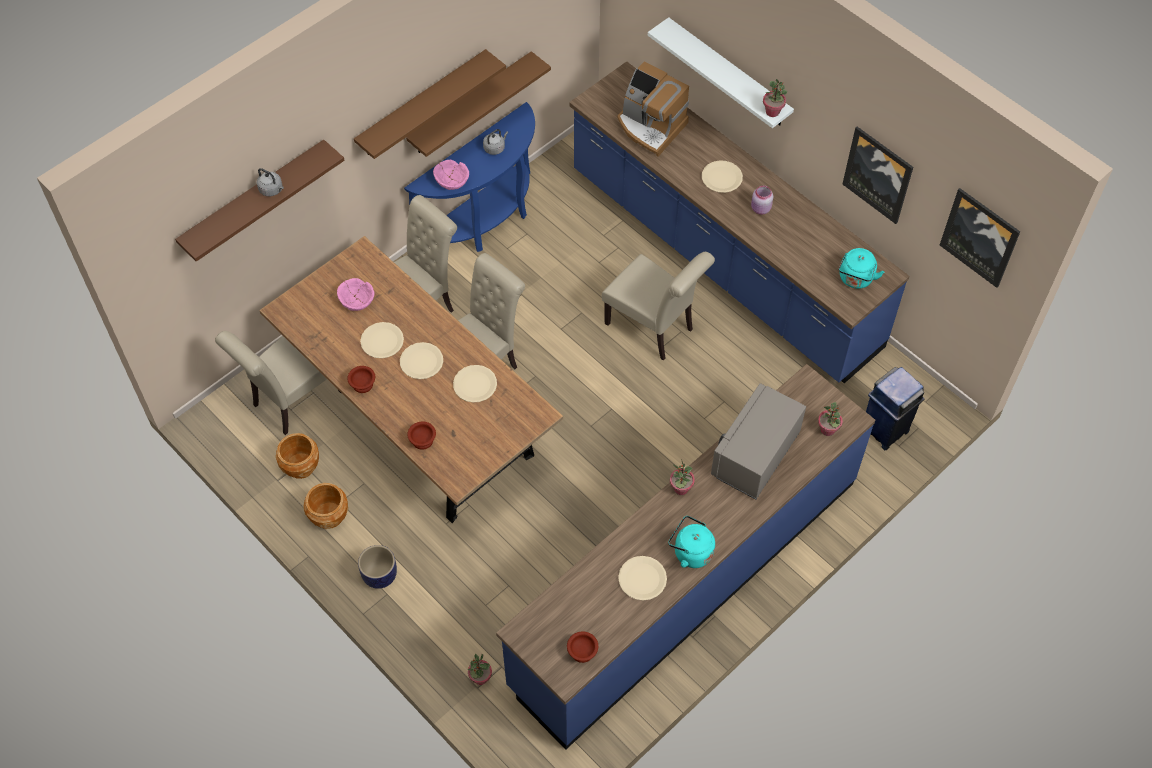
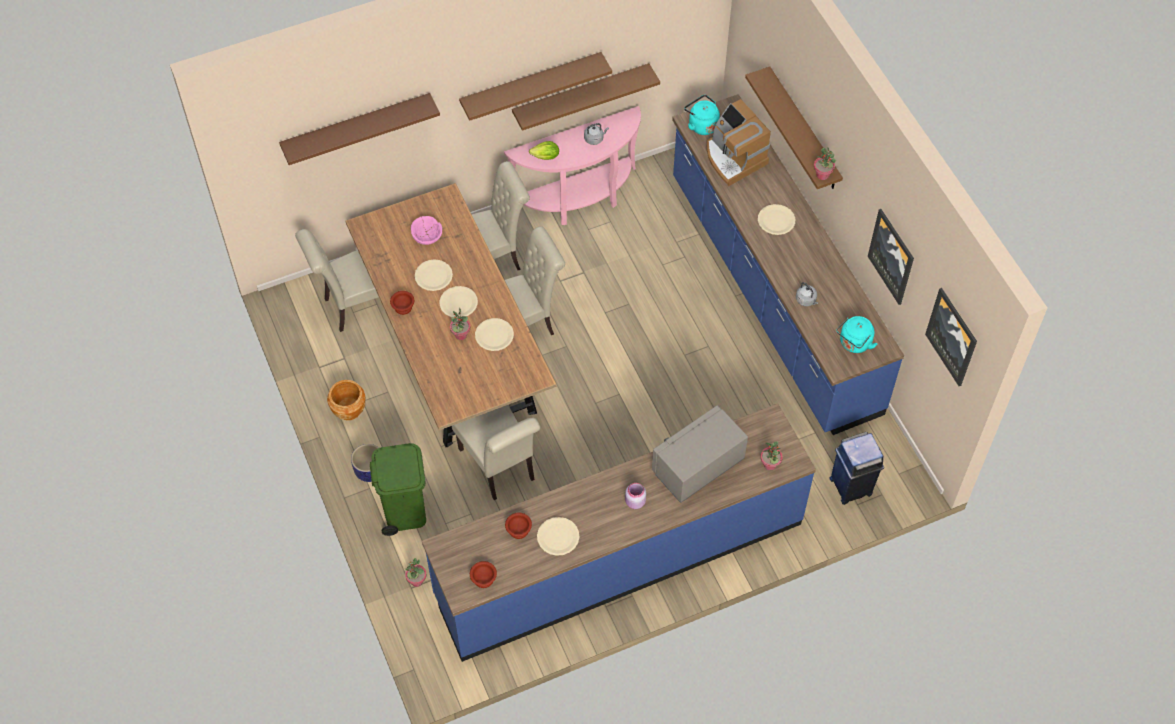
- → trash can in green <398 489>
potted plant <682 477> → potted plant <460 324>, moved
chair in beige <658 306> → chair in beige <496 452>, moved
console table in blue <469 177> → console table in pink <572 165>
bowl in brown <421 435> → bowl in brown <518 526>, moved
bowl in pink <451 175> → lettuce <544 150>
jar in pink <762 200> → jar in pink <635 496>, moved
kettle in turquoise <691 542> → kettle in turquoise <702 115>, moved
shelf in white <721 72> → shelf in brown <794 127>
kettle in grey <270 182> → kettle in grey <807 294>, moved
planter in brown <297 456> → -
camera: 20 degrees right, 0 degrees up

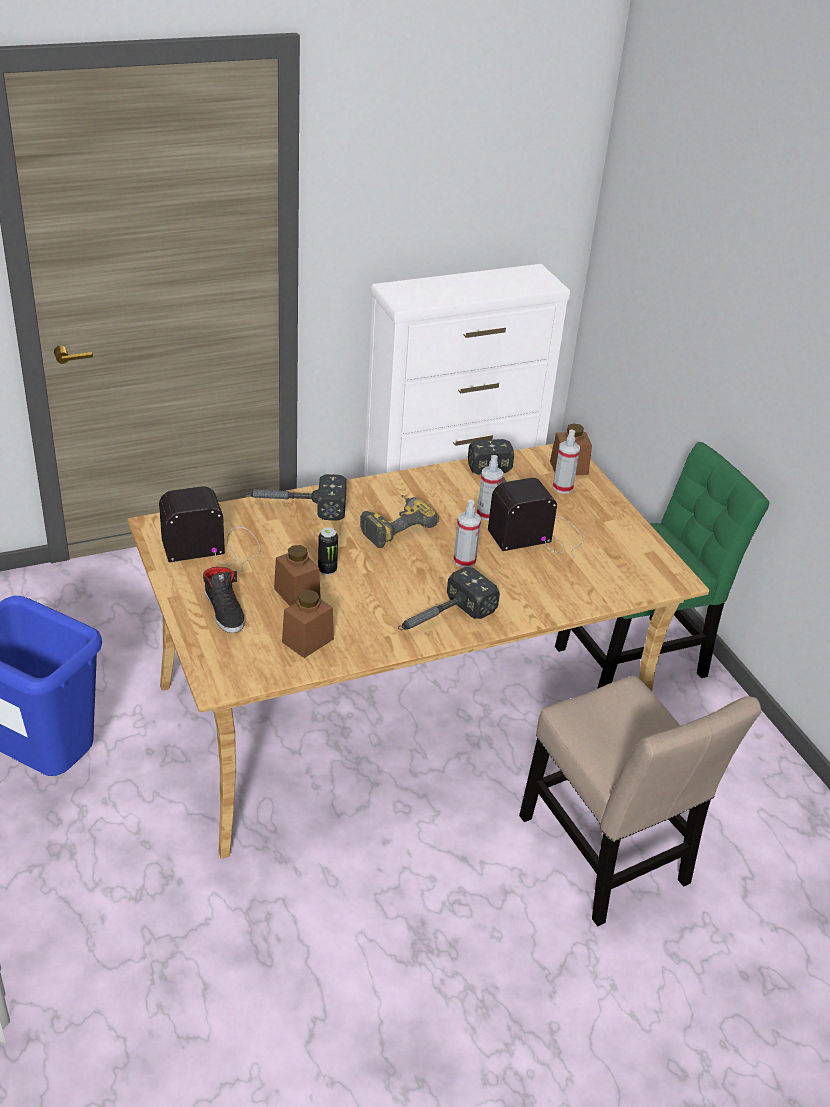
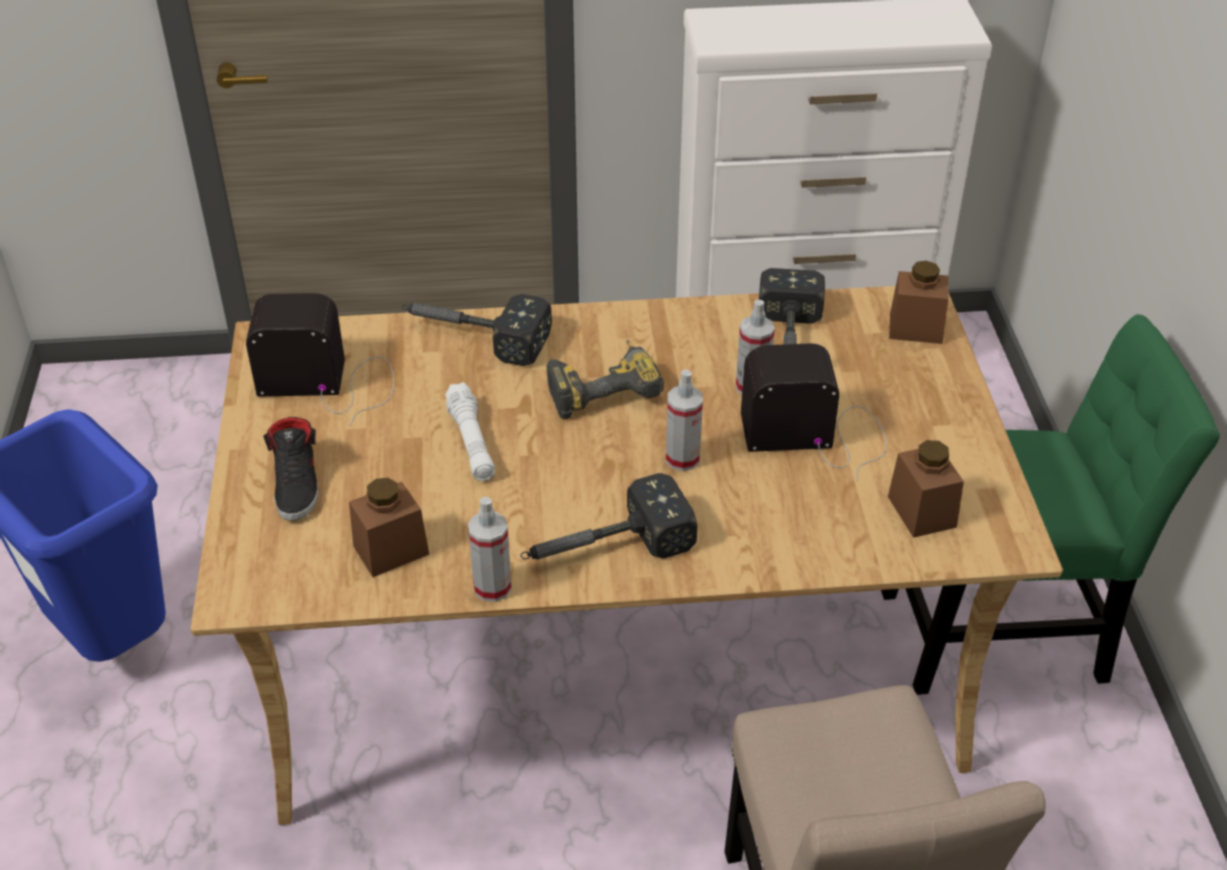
can <328 551> → flashlight in white <470 431>
spray bottle <566 462> → spray bottle <490 549>, moved
jar in brown <297 575> → jar in brown <926 489>, moved
camera: 20 degrees right, 5 degrees up

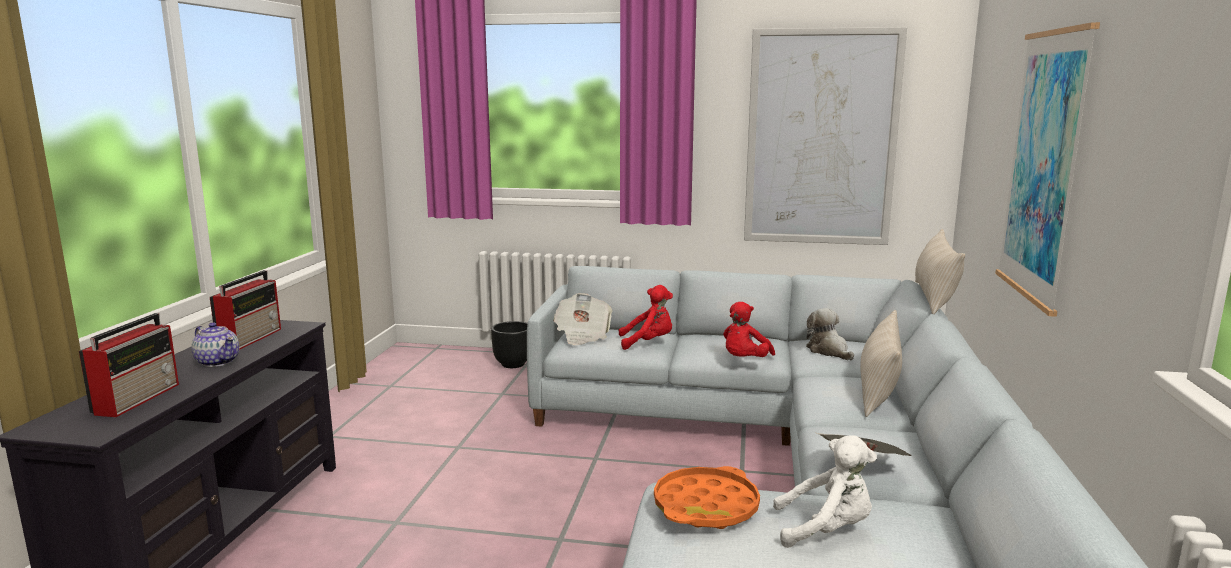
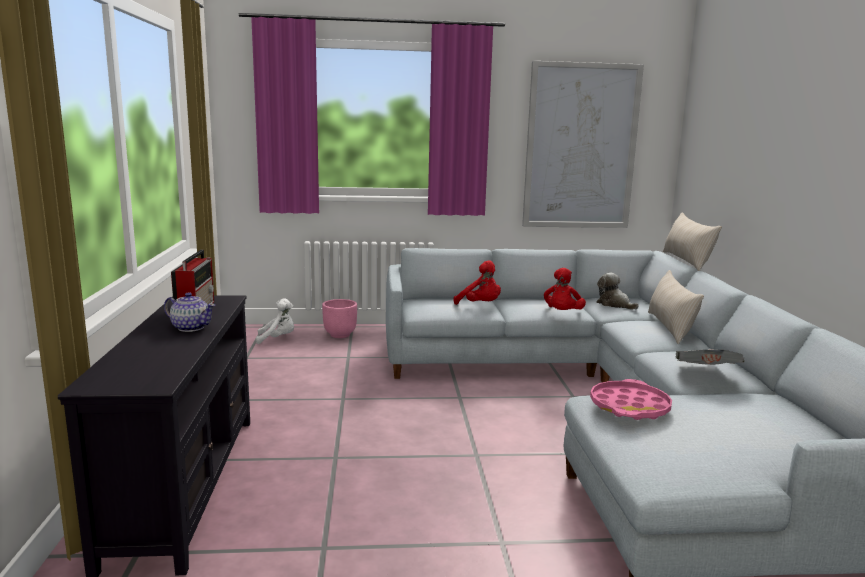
plush toy in white <824 491> → plush toy in white <275 321>, moved
planter in black <509 344> → planter in pink <339 318>
plush toy in red <646 317> → plush toy in red <477 282>, 60 degrees clockwise
tray in orange <707 497> → tray in pink <631 399>
radio <129 365> → -
newspaper <583 319> → -
picture <1047 169> → -
camera: 15 degrees left, 0 degrees up

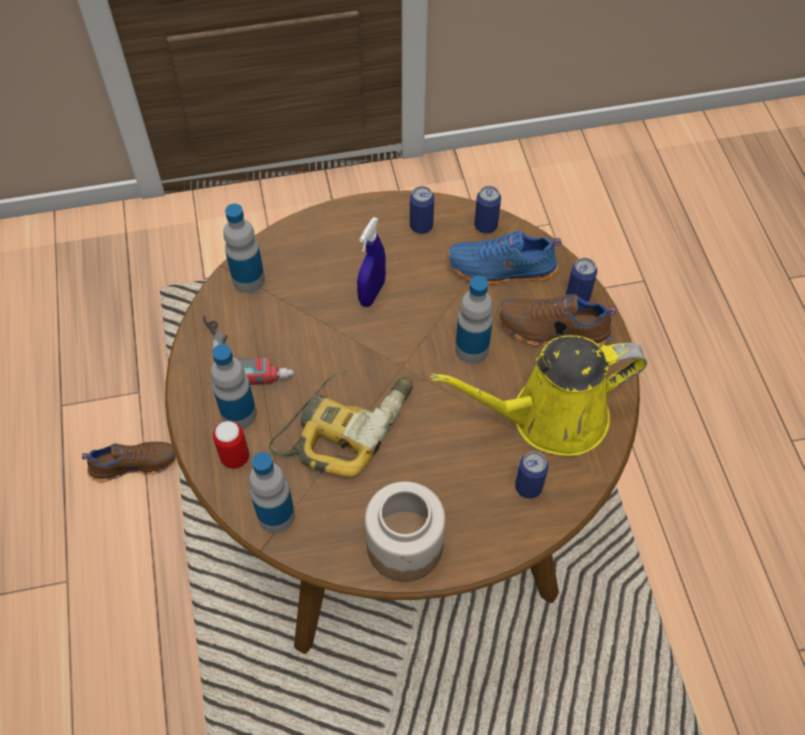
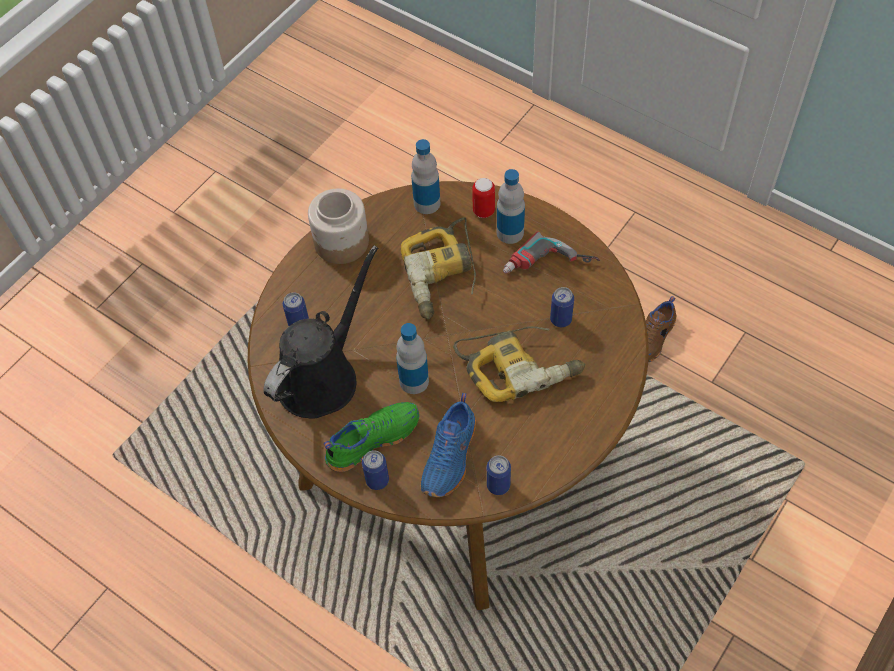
watering can in yellow <539 395> → watering can in black <320 332>
shoe in brown <557 320> → shoe in green <371 437>
shoe in blue <504 258> → shoe in blue <448 445>, 150 degrees clockwise
spray bottle in blue <371 262> → power drill <519 364>
can <422 210> → can <562 307>, moved
bottle <244 248> → -
camera: 140 degrees right, 0 degrees up

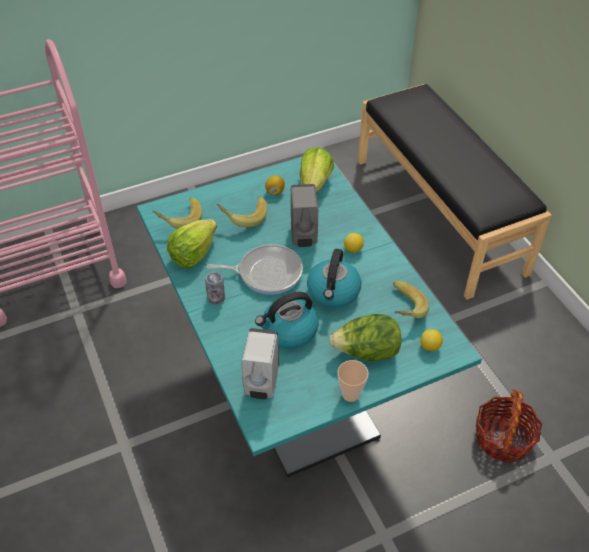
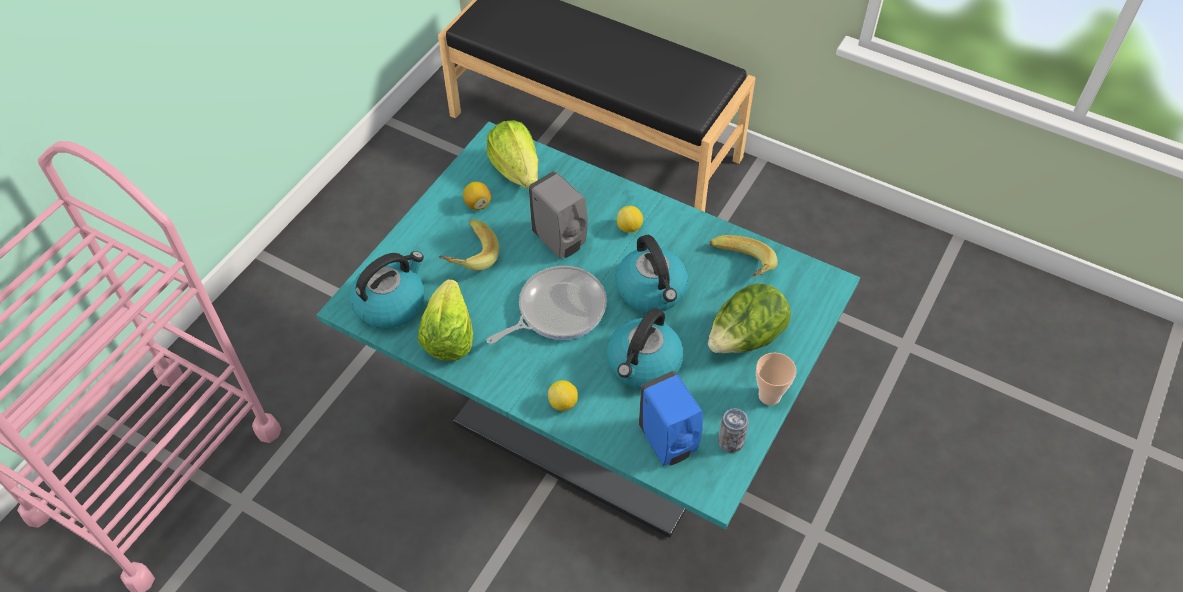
banana <177 213> → kettle <387 290>
lemon <431 340> → lemon <563 395>, moved
soap dispenser in white <260 363> → soap dispenser in blue <671 418>
can <215 288> → can <733 431>, moved
basket <509 426> → -
camera: 35 degrees left, 5 degrees up

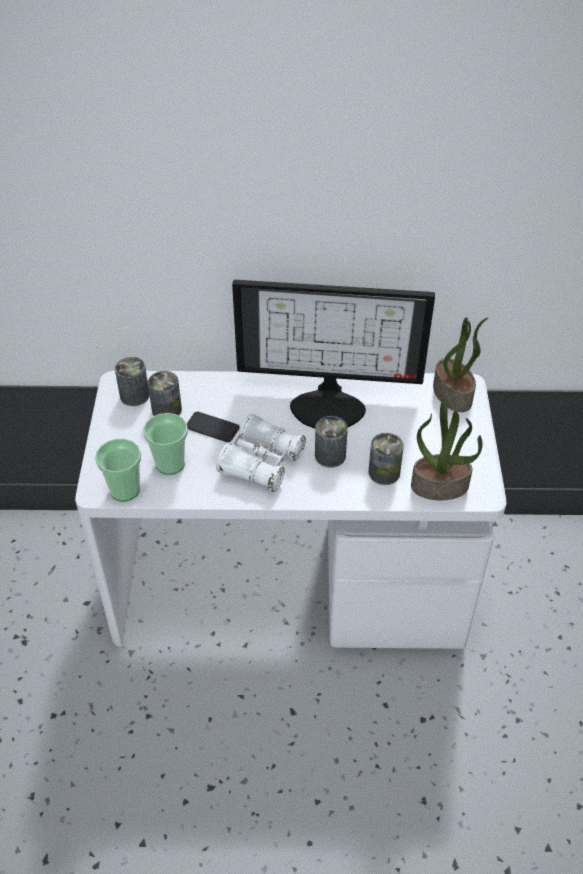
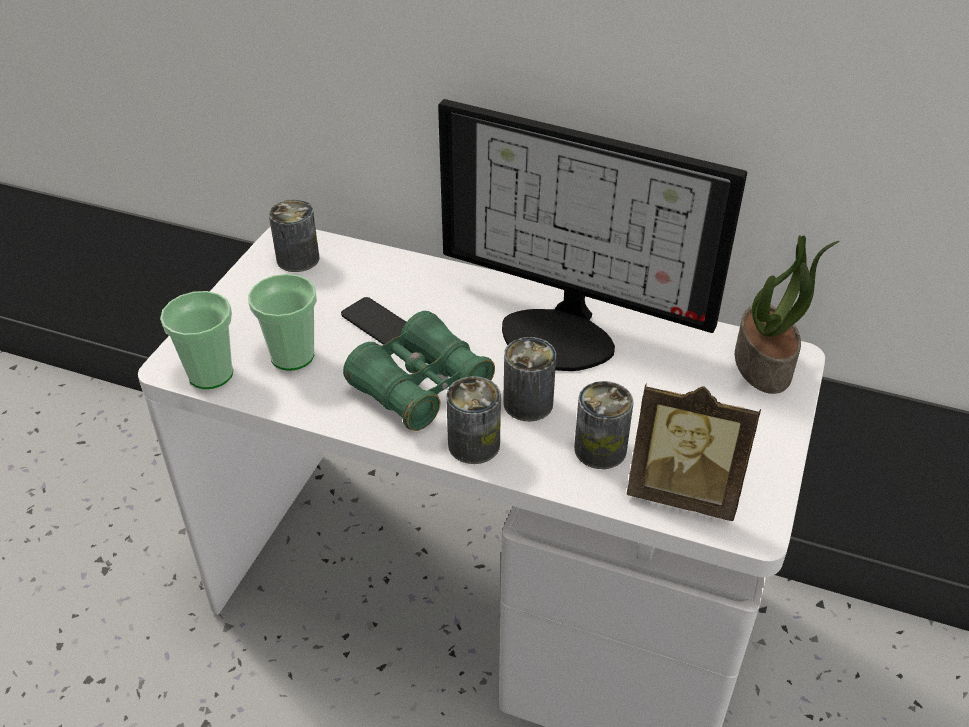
binoculars in white <261 453> → binoculars in green <419 371>
can <165 393> → can <473 420>, moved
potted plant <447 448> → picture frame <693 452>
camera: 20 degrees right, 5 degrees down

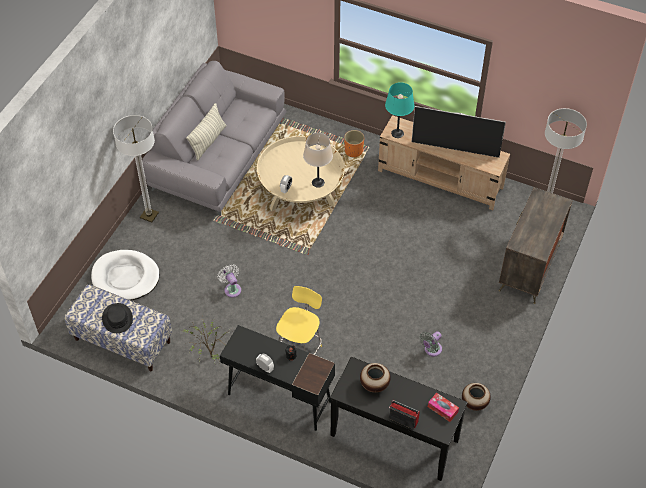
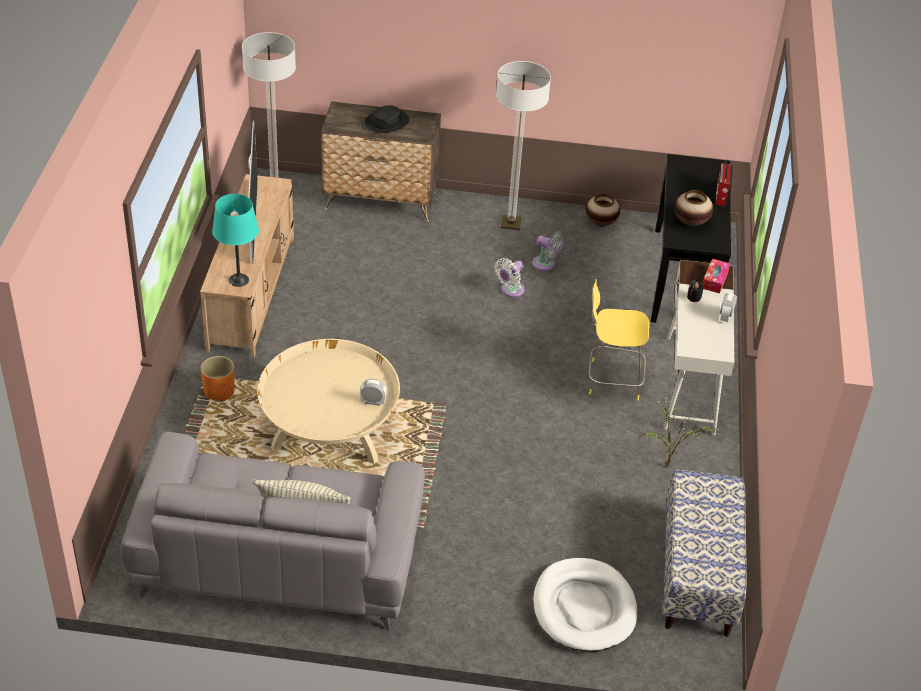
hat in black <117 318> → hat in black <386 119>, moved
fan in white <229 281> → fan in white <509 277>, moved
floor lamp <136 169> → floor lamp <523 145>, moved
desk in black <277 378> → desk in white <699 347>
tissue box <443 407> → tissue box <716 276>, moved
table lamp in beige <318 160> → -
camera: 110 degrees left, 10 degrees down

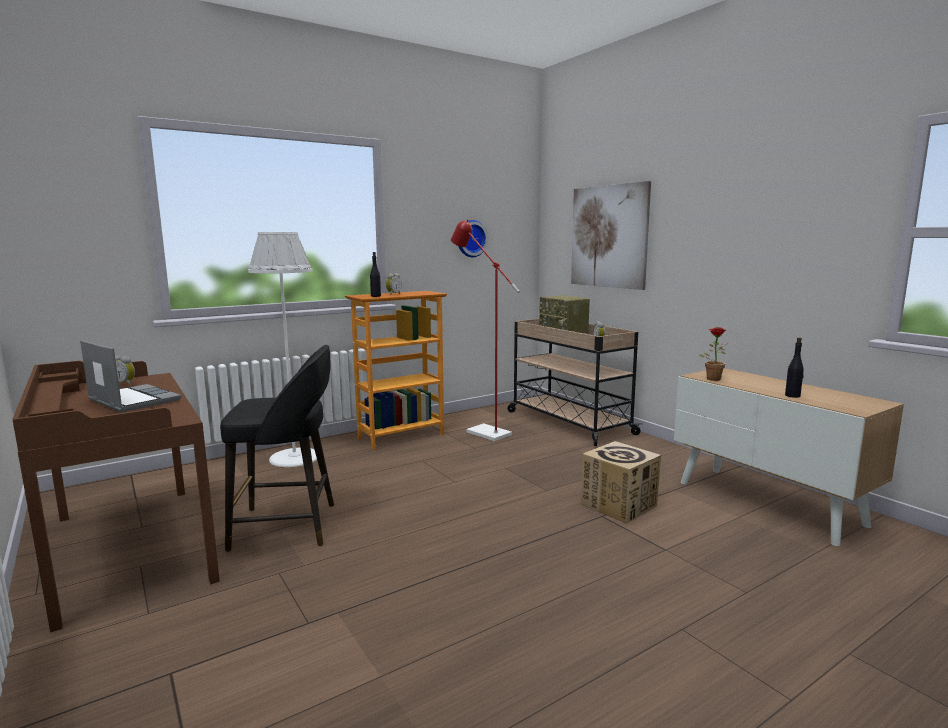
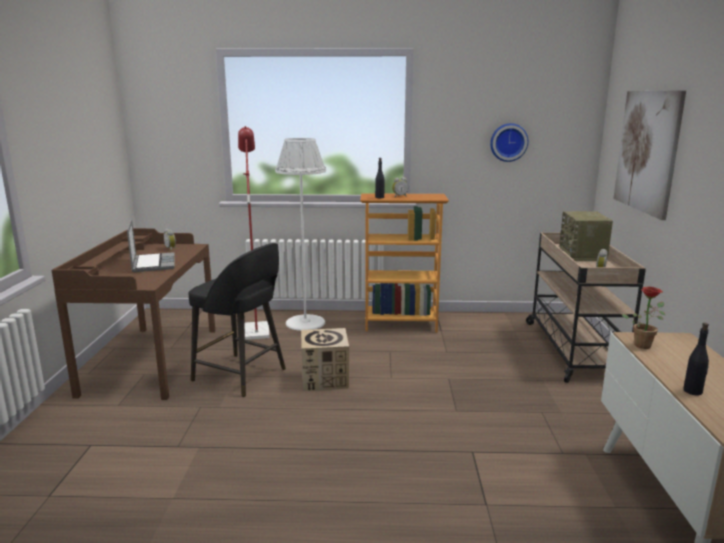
floor lamp in red <485 330> → floor lamp in red <254 233>, moved
cardboard box <621 482> → cardboard box <325 359>, moved
camera: 35 degrees right, 5 degrees up

